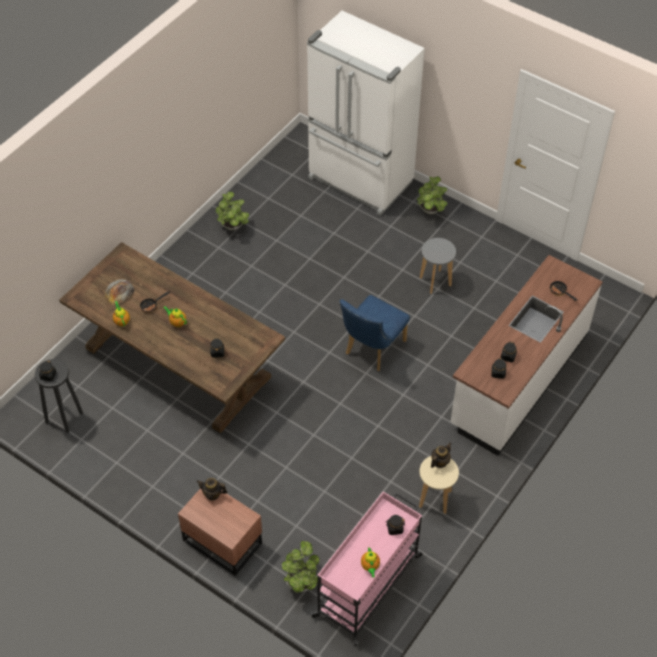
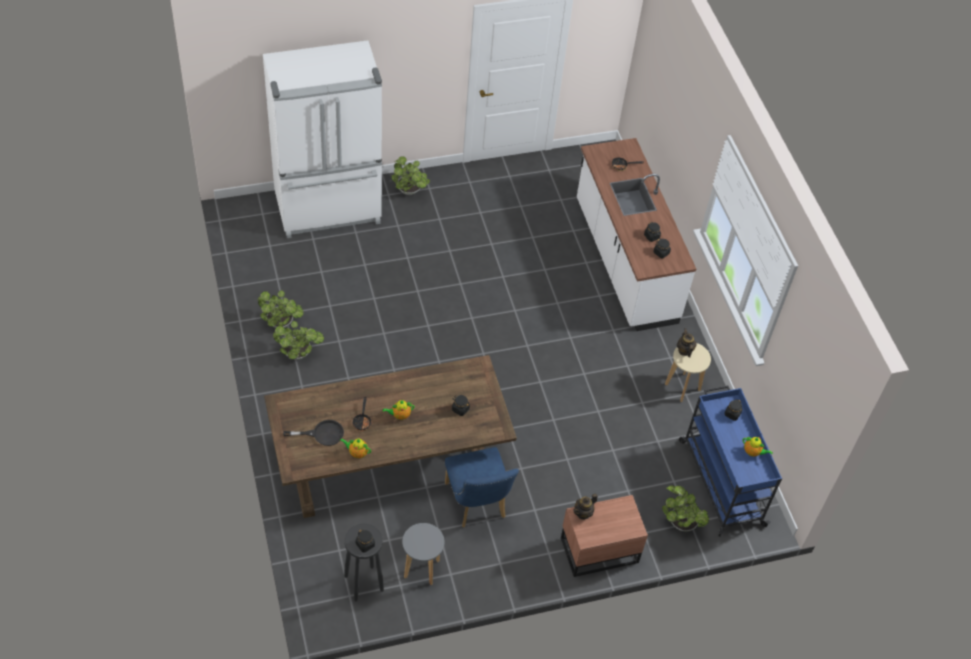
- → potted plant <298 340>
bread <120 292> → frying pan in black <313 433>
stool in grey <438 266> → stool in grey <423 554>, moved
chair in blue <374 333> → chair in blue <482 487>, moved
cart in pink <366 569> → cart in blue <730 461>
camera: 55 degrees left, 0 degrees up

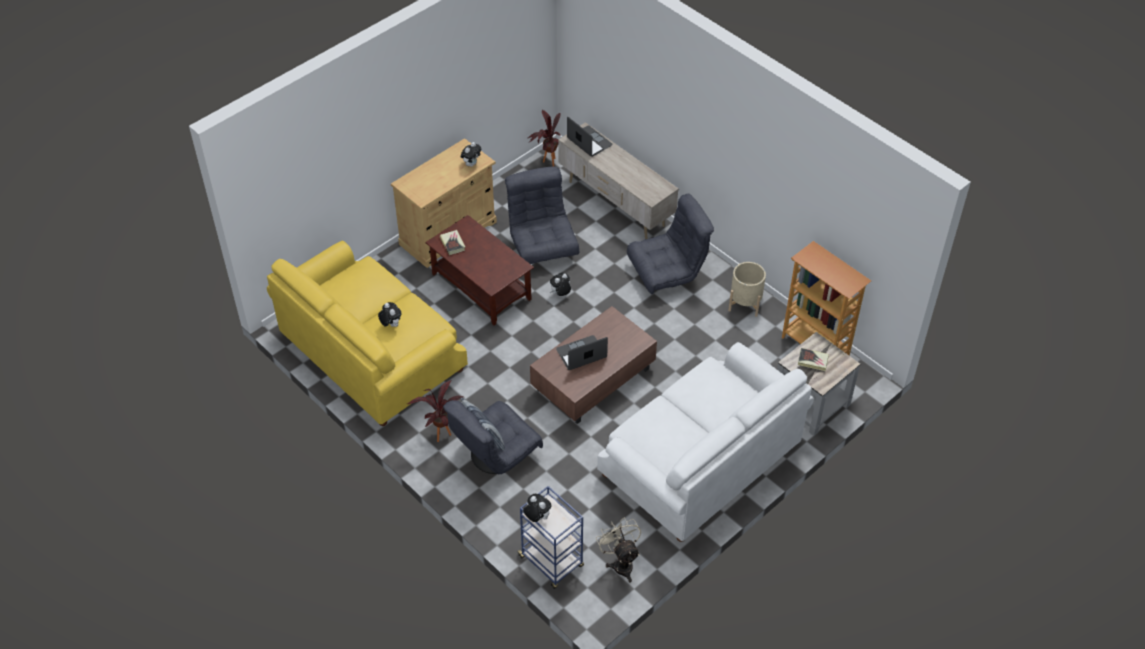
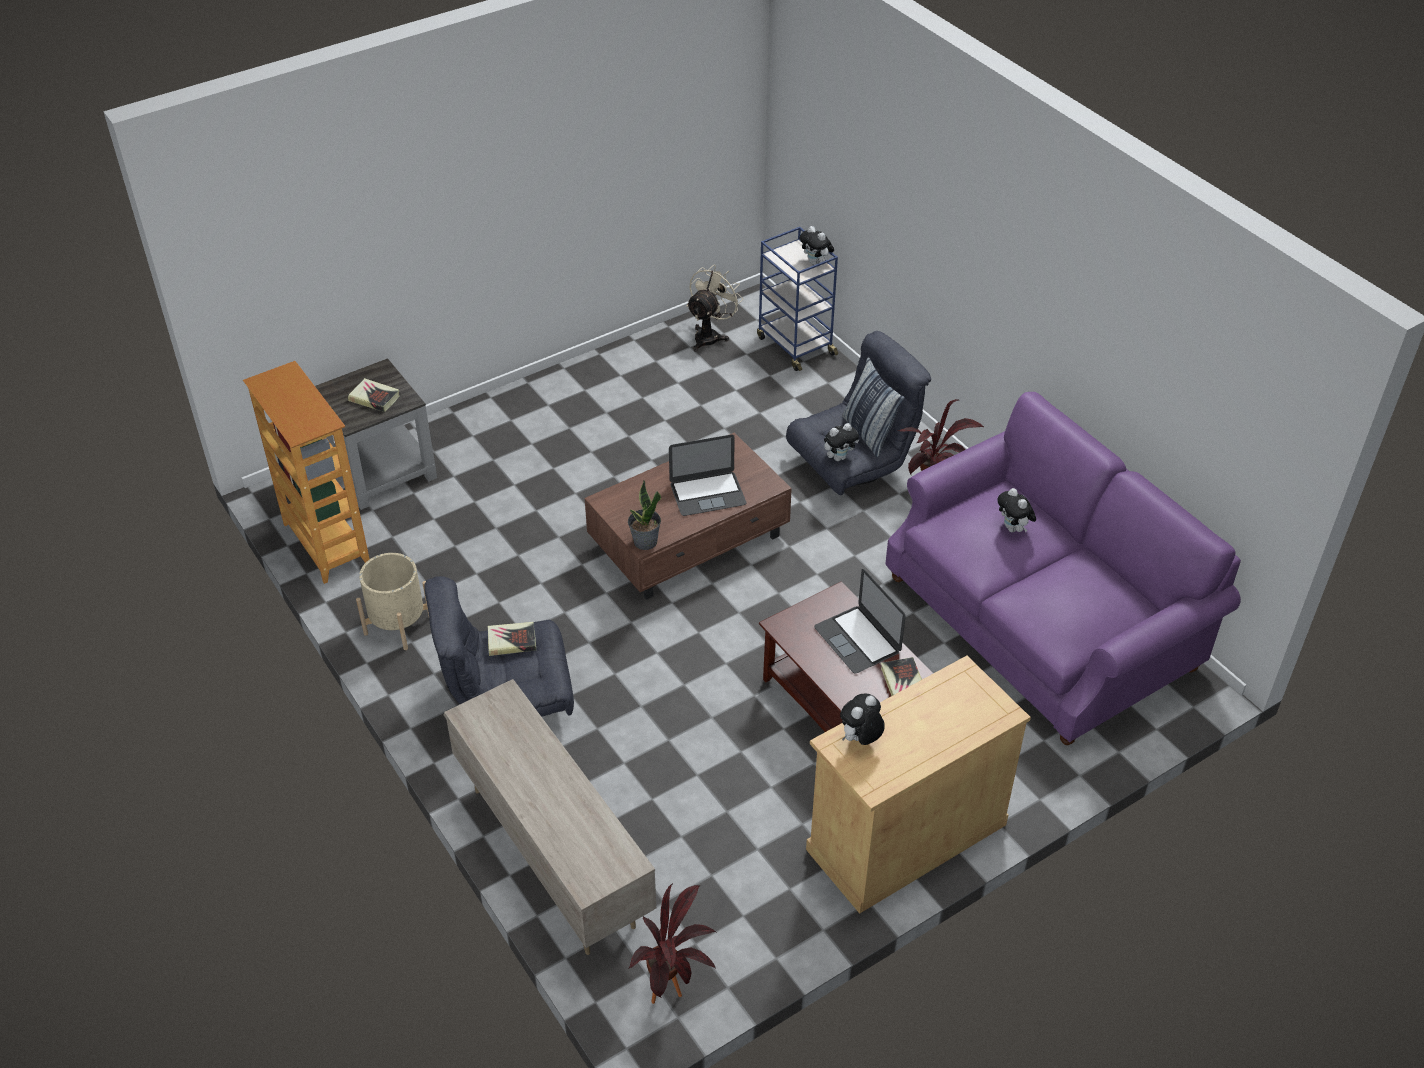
- → book <512 639>
- → potted plant <644 515>
fan in beige <618 550> → fan in beige <714 308>, 135 degrees counterclockwise
laptop <590 137> → laptop <860 621>, moved
plush toy <560 284> → plush toy <841 442>, moved
sofa in yellow <367 333> → sofa in purple <1063 568>
armchair in grey <542 215> → -
sofa in white <705 442> → -
camera: 170 degrees left, 5 degrees down

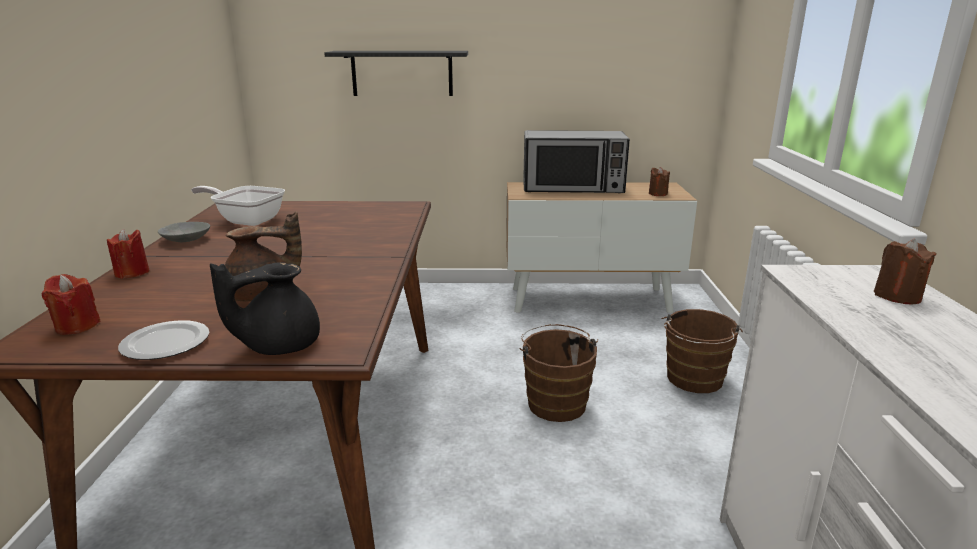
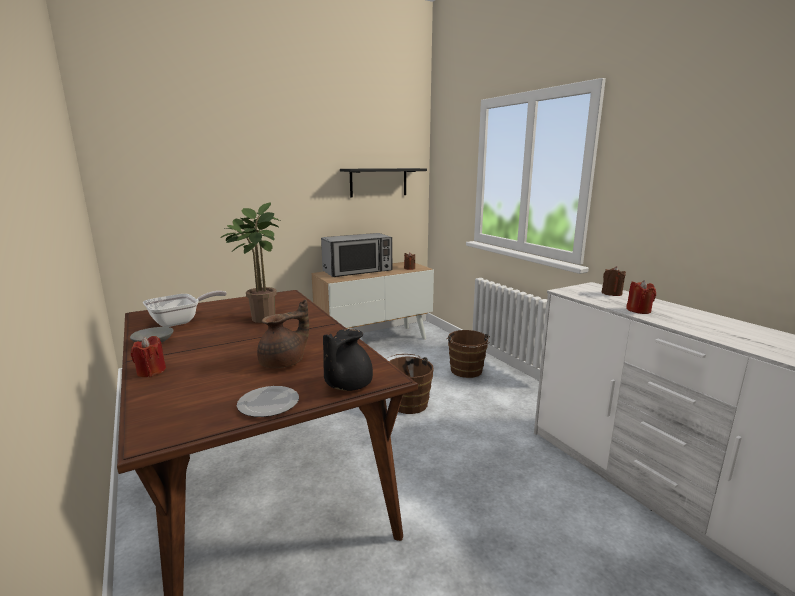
frying pan <238 206> → frying pan <185 309>, 150 degrees clockwise
- → potted plant <250 262>
shelf in black <396 73> → shelf in black <383 182>, moved
candle in red <71 304> → candle in red <641 297>, moved
camera: 30 degrees left, 5 degrees down

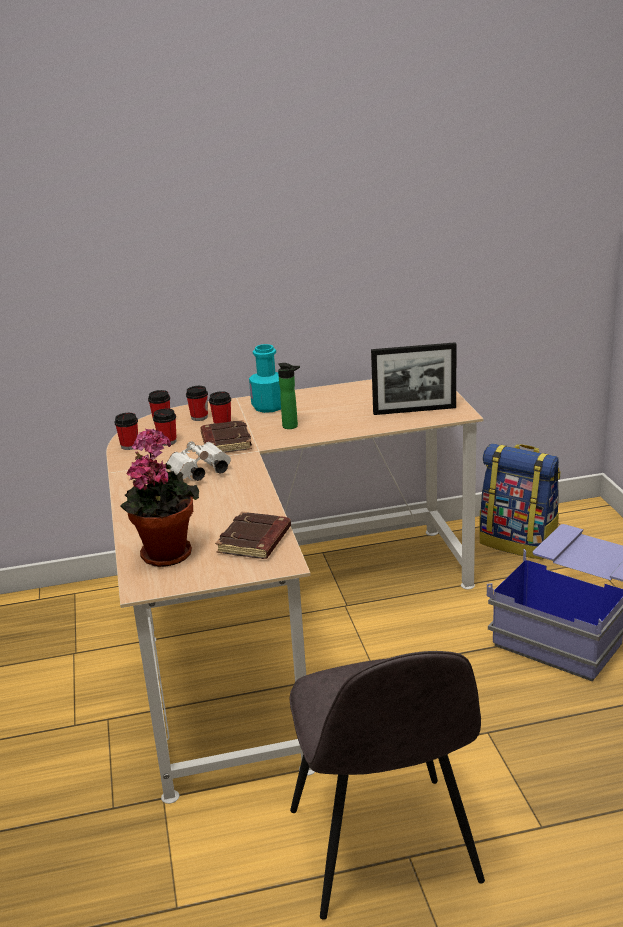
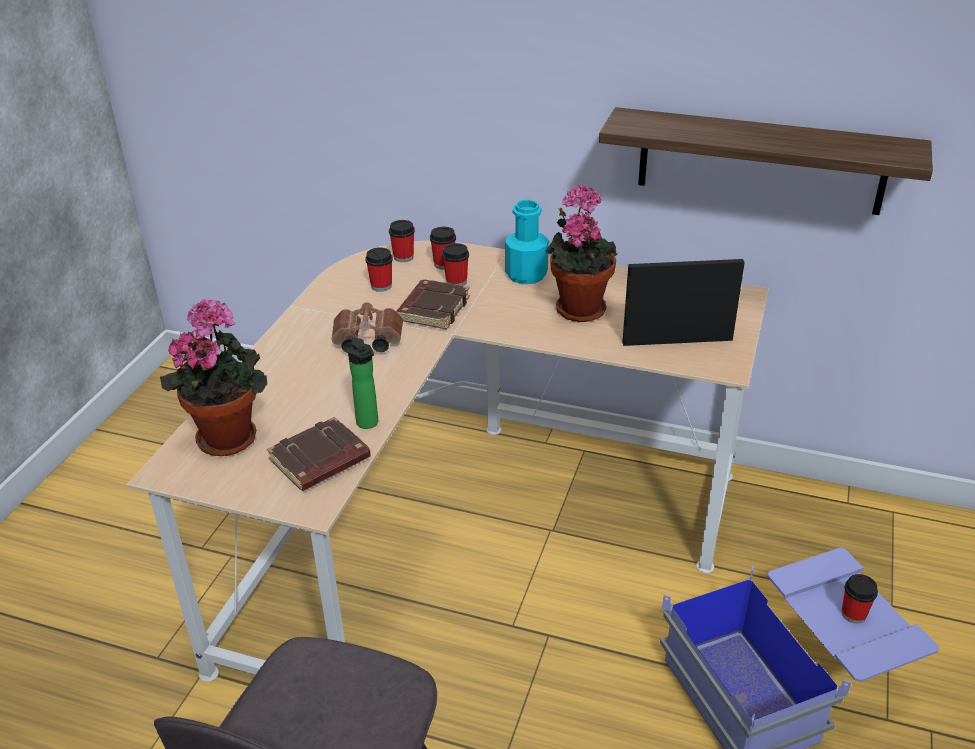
binoculars in white <199 461> → binoculars in brown <367 327>
bottle <289 396> → bottle <363 383>, moved
- → potted plant <581 253>
- → shelf <766 161>
picture frame <414 378> → picture frame <683 302>, 150 degrees clockwise
cup <126 431> → cup <860 599>, moved
backpack <520 501> → -
camera: 30 degrees right, 10 degrees up

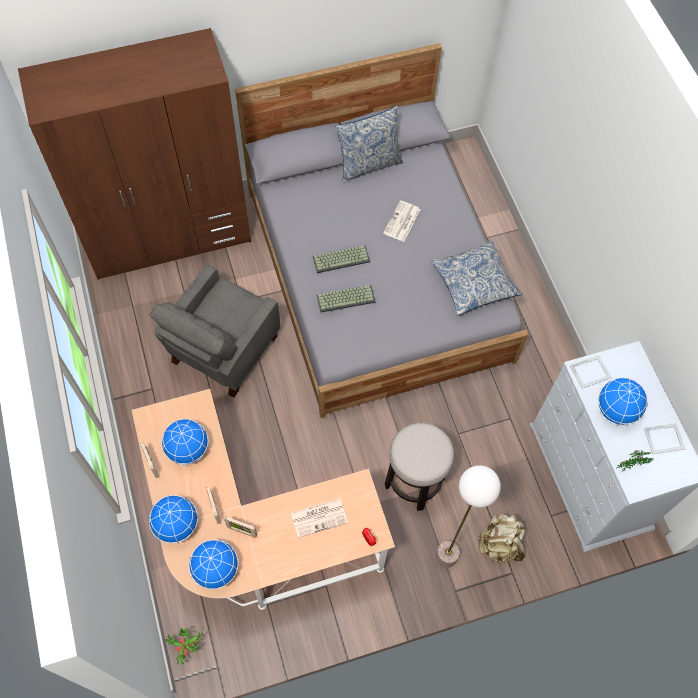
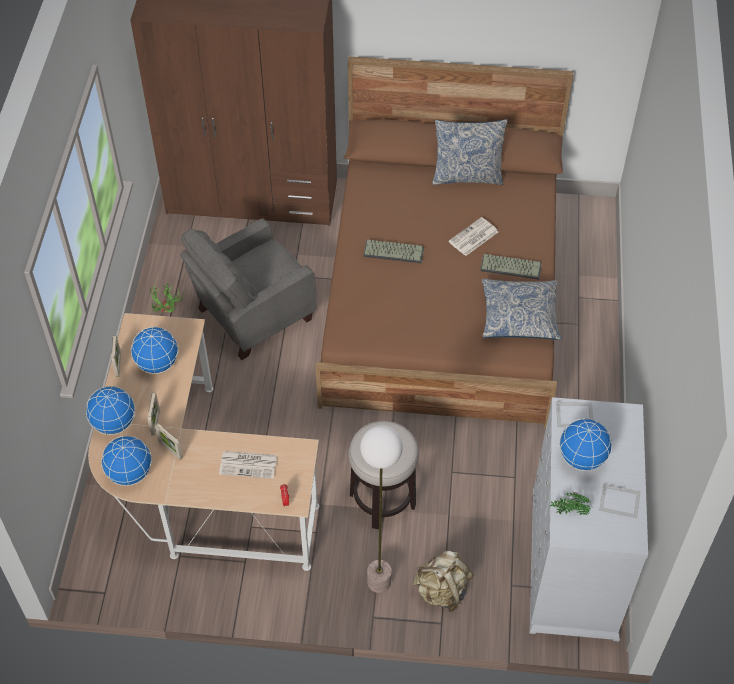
potted plant <185 646> → potted plant <166 297>, moved
bed in grey <381 230> → bed in brown <444 241>
keyboard <346 299> → keyboard <511 267>, moved
camera: 25 degrees right, 10 degrees down

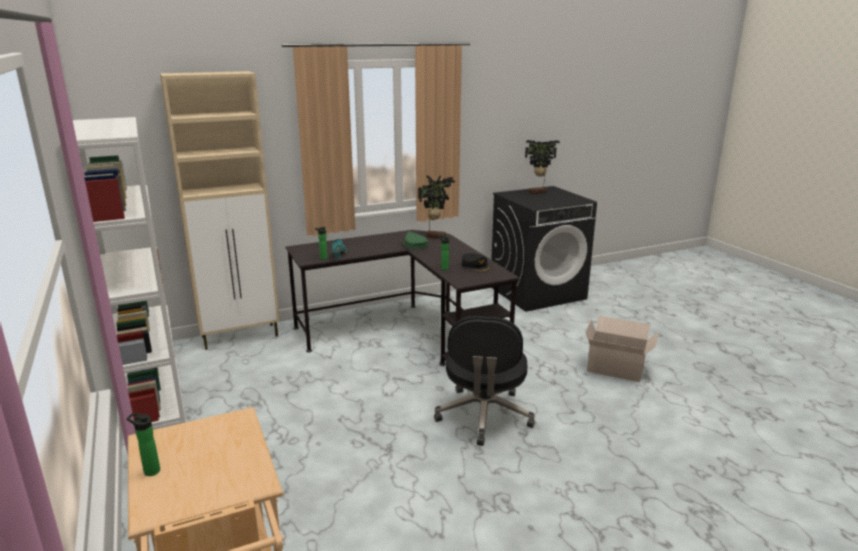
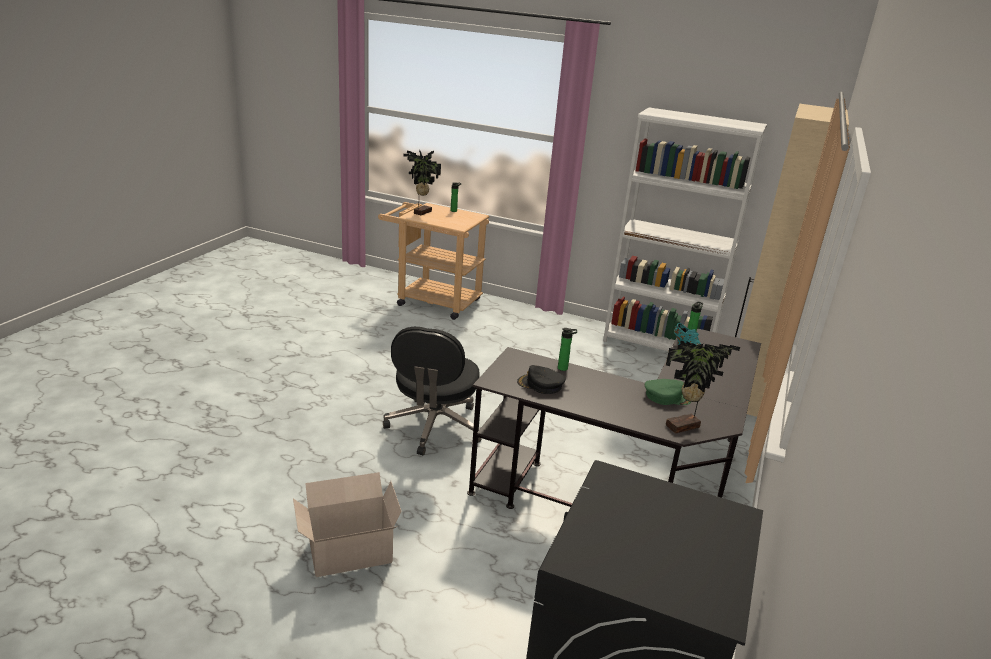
office chair in black <484 381> → office chair in black <432 391>, 135 degrees counterclockwise
potted plant <542 167> → potted plant <422 182>, moved
camera: 135 degrees right, 5 degrees up

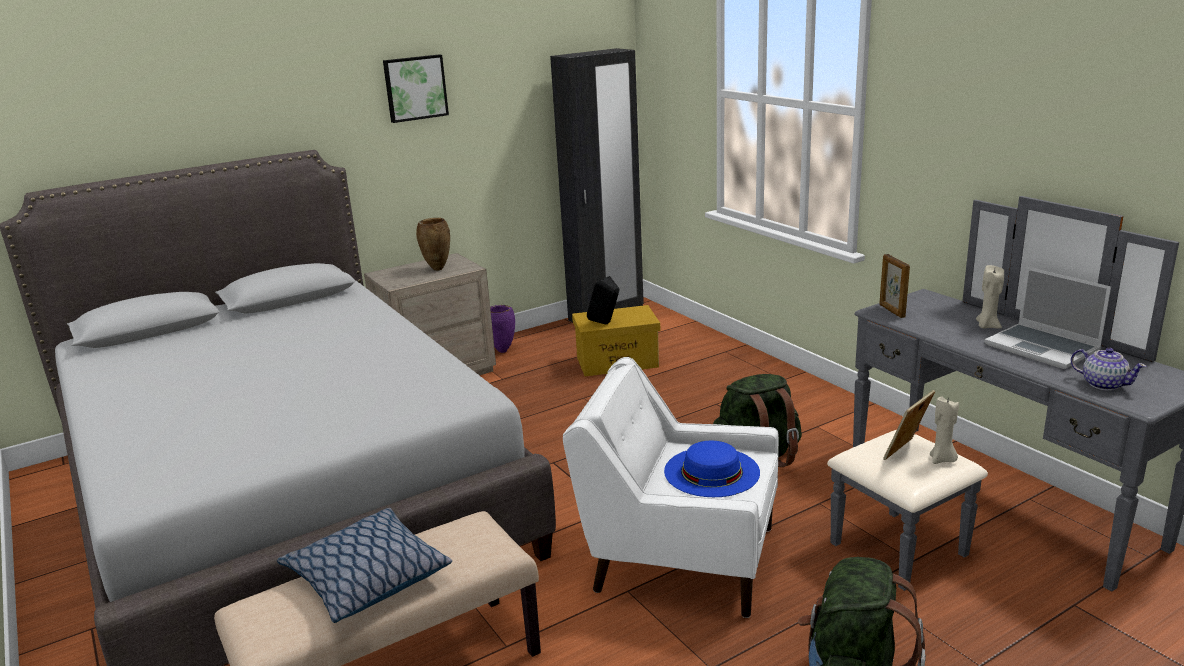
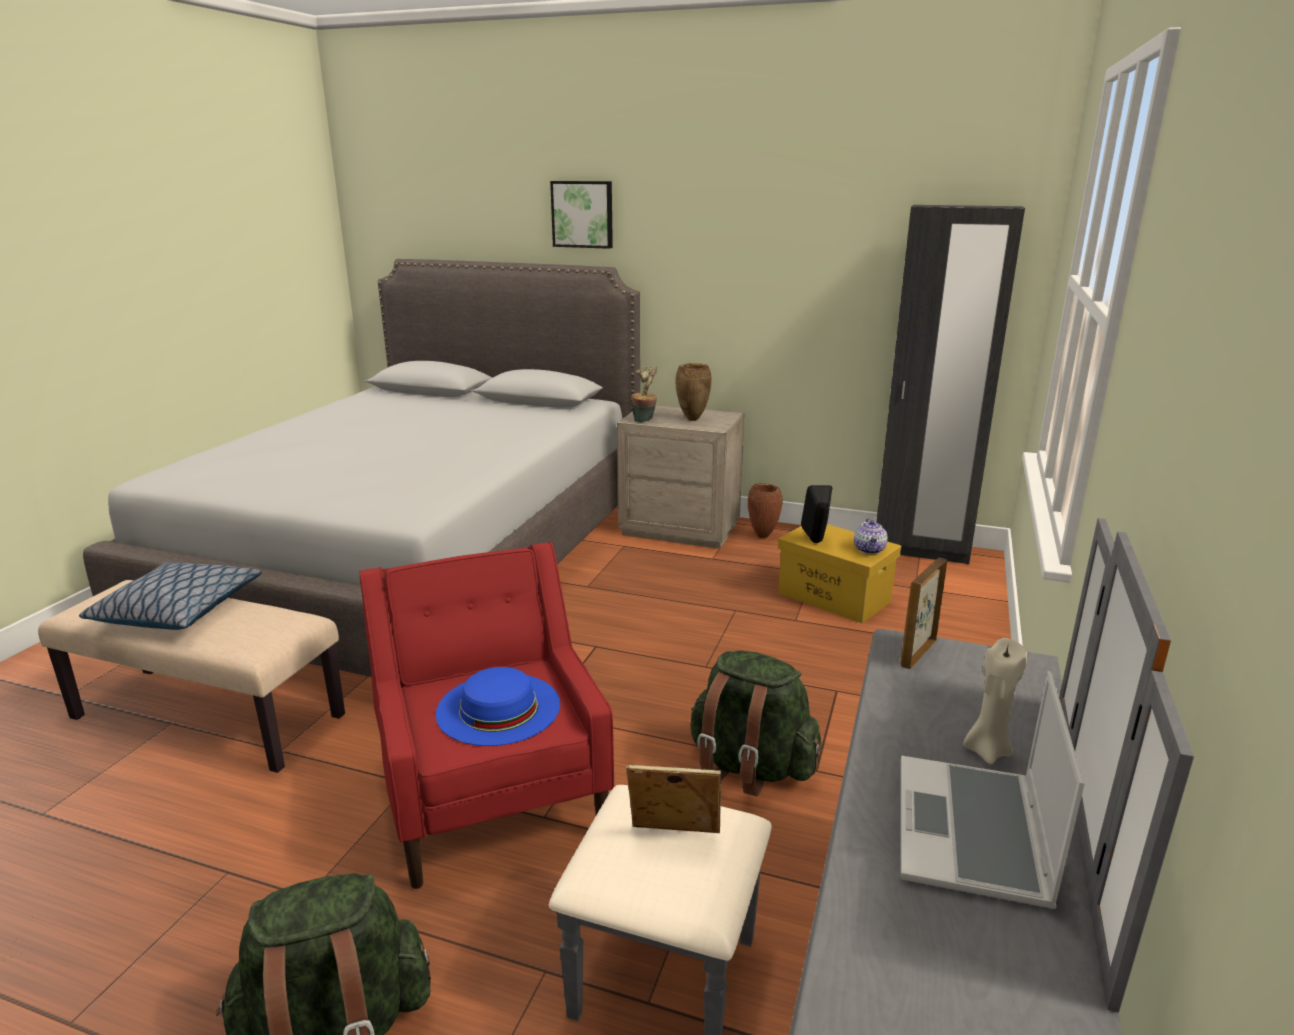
armchair in white <671 487> → armchair in red <486 715>
picture <416 88> → picture <581 215>, moved
- → potted plant <644 393>
vase in purple <502 329> → vase in brown <765 510>
teapot <1108 369> → teapot <871 536>, moved
candle in beige <944 430> → -
camera: 50 degrees right, 0 degrees up

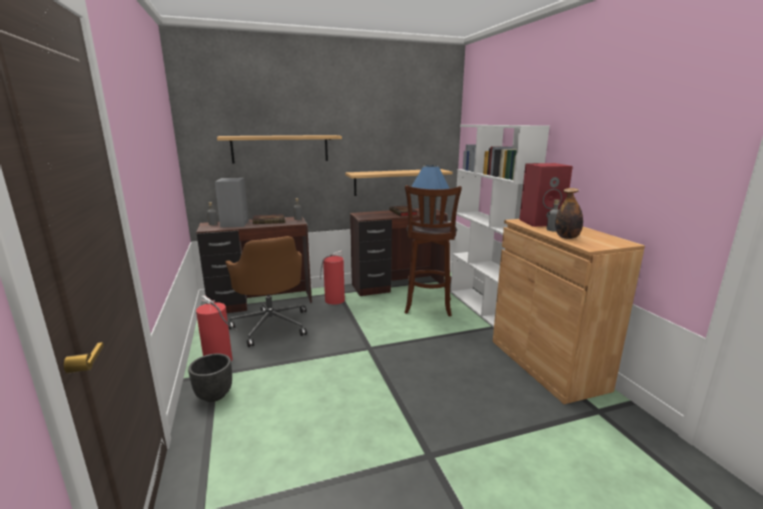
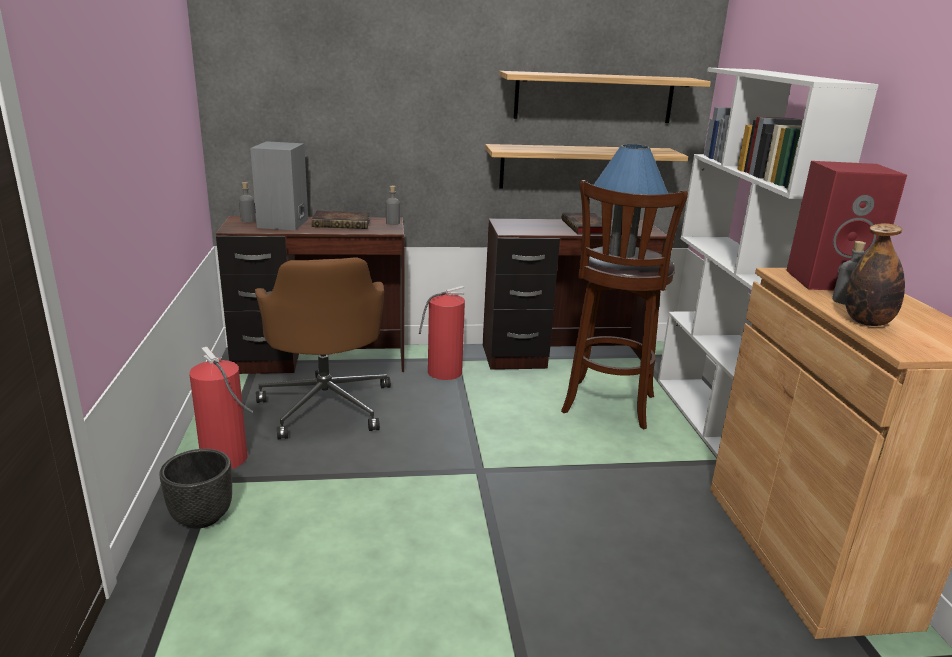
shelf <279 149> → shelf <605 97>, moved
camera: 10 degrees right, 5 degrees up

